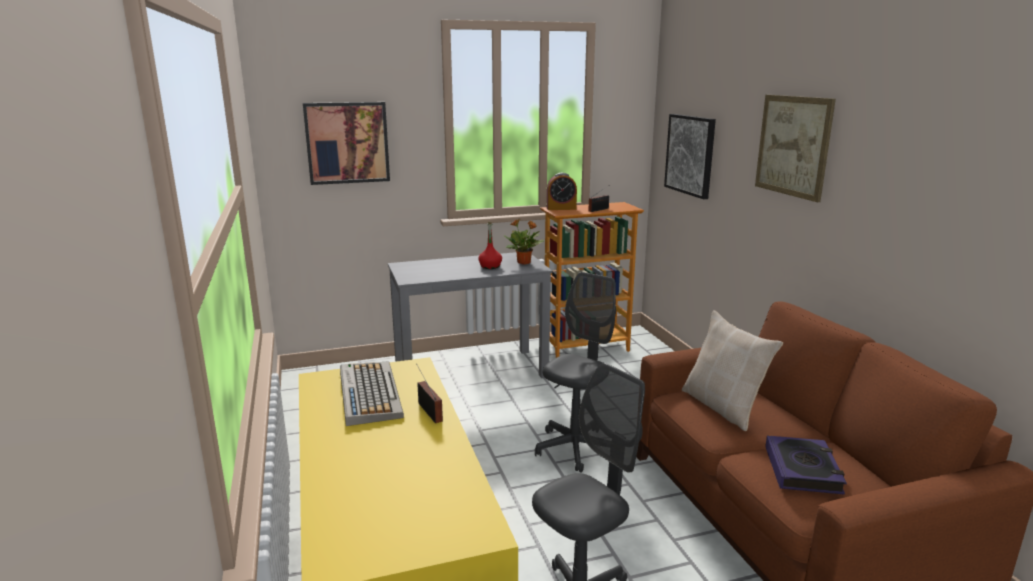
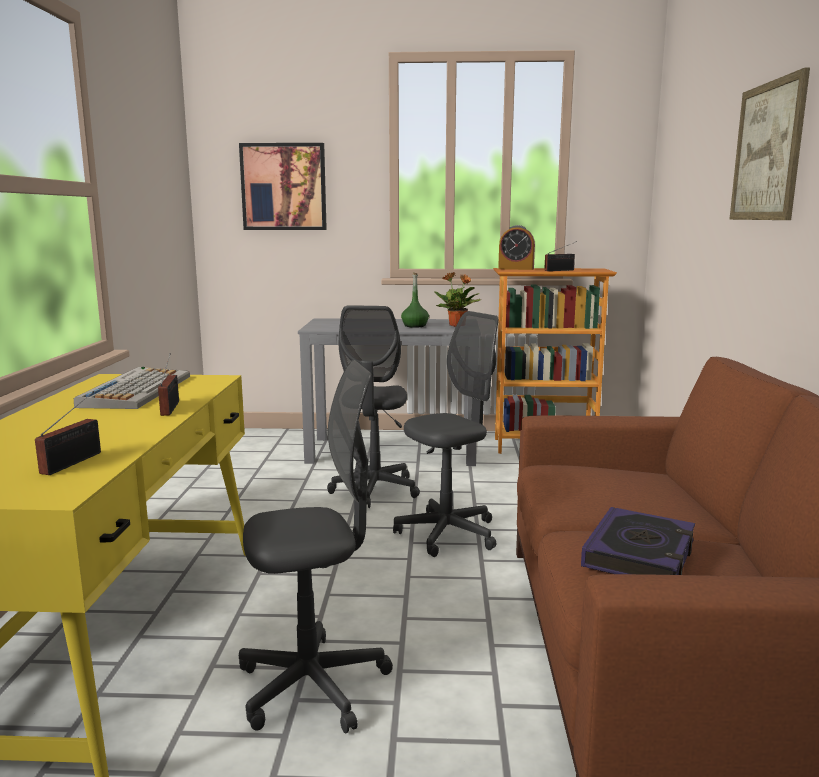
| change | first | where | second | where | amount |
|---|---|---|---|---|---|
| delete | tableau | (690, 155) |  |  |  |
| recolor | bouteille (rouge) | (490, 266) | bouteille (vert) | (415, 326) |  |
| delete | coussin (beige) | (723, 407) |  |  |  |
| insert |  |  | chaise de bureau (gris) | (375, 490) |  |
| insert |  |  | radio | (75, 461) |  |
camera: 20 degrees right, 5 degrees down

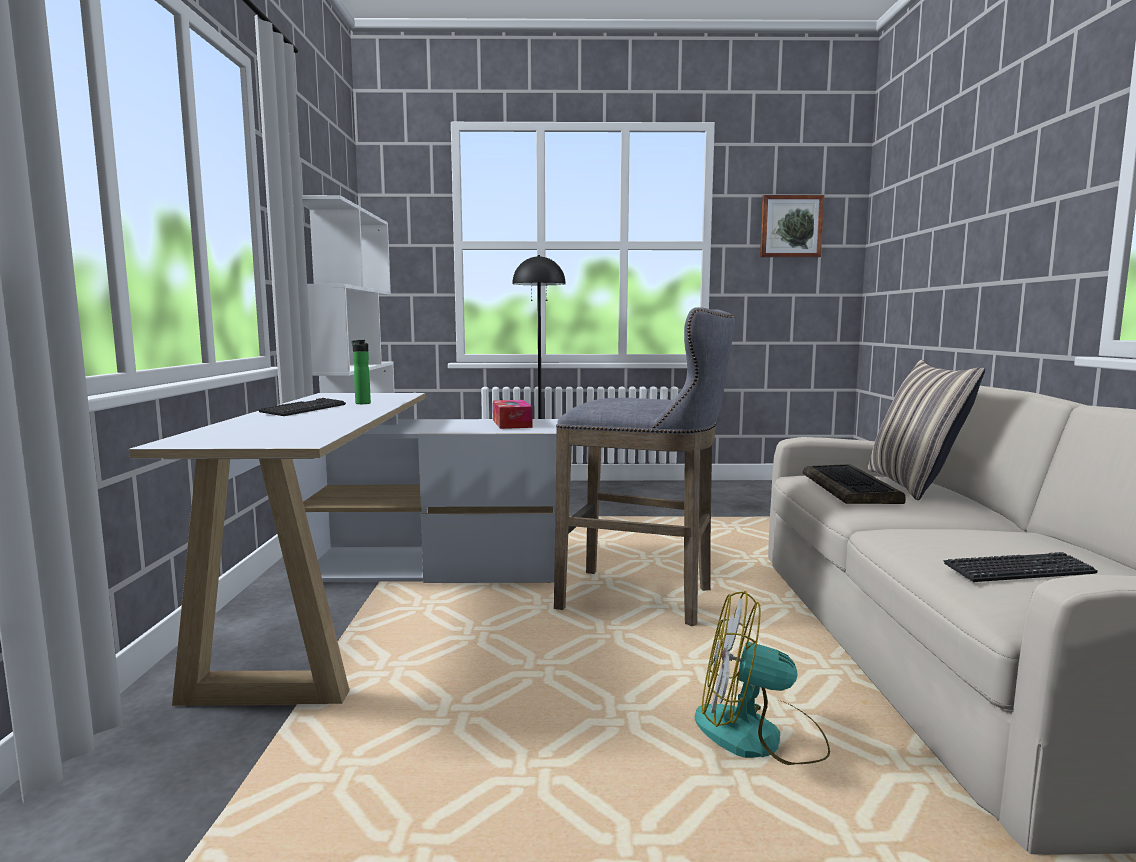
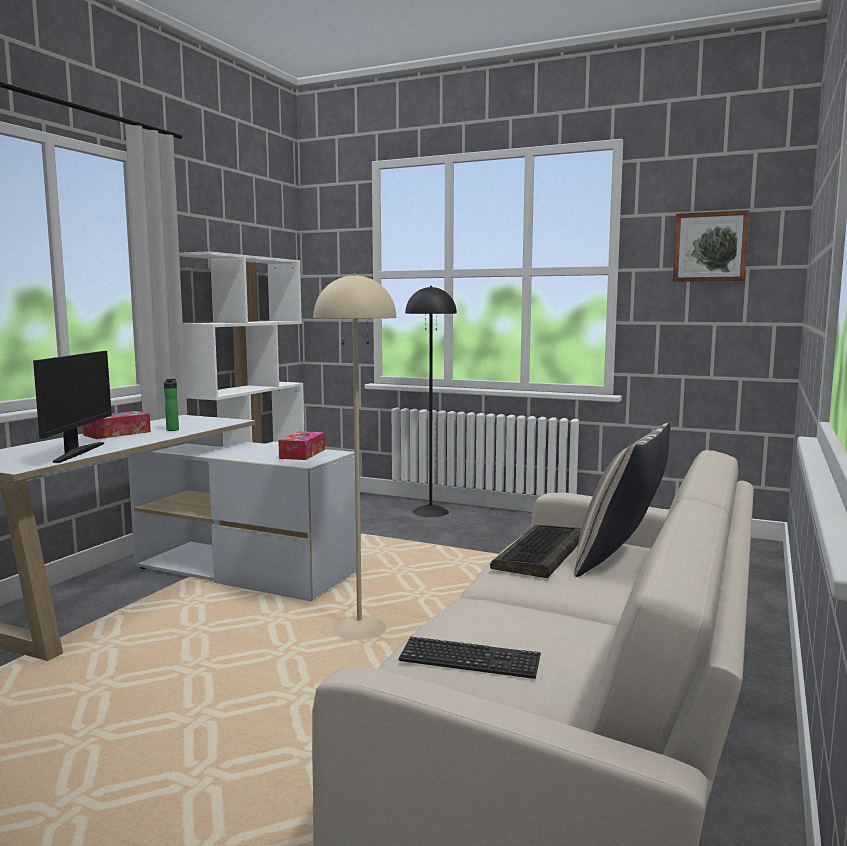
| change | first | where | second | where | amount |
|---|---|---|---|---|---|
| replace | tabouret (gris) | (644, 599) | lampadaire (beige) | (359, 629) |  |
| replace | clavier | (304, 409) | boîte à mouchoirs | (117, 433) |  |
| delete | ventilateur | (759, 737) |  |  |  |
| insert |  |  | écran d'ordinateur | (76, 452) |  |
camera: 25 degrees right, 0 degrees up

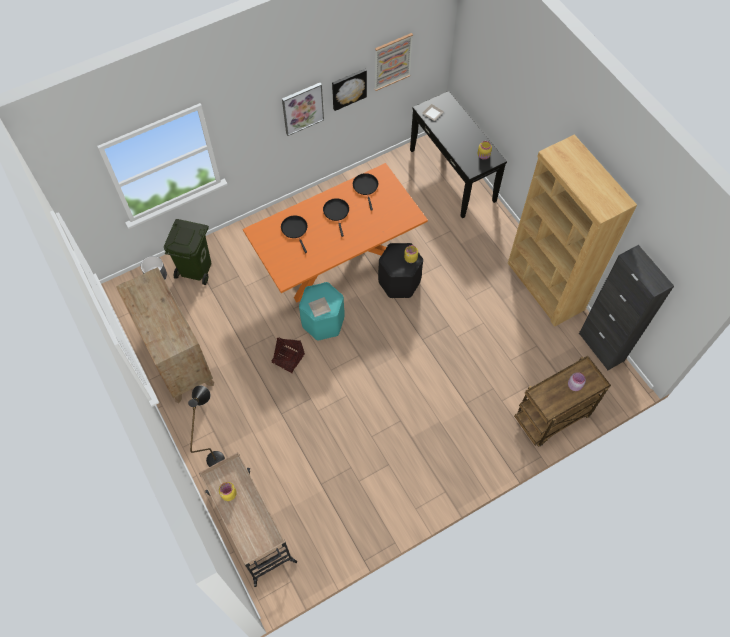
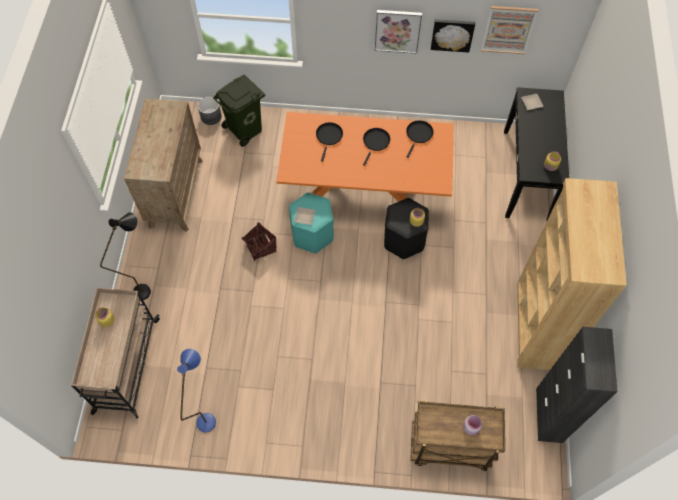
| change | first | where | second | where | amount |
|---|---|---|---|---|---|
| insert |  |  | lampadaire (bleu) | (208, 415) |  |
camera: 35 degrees right, 0 degrees up

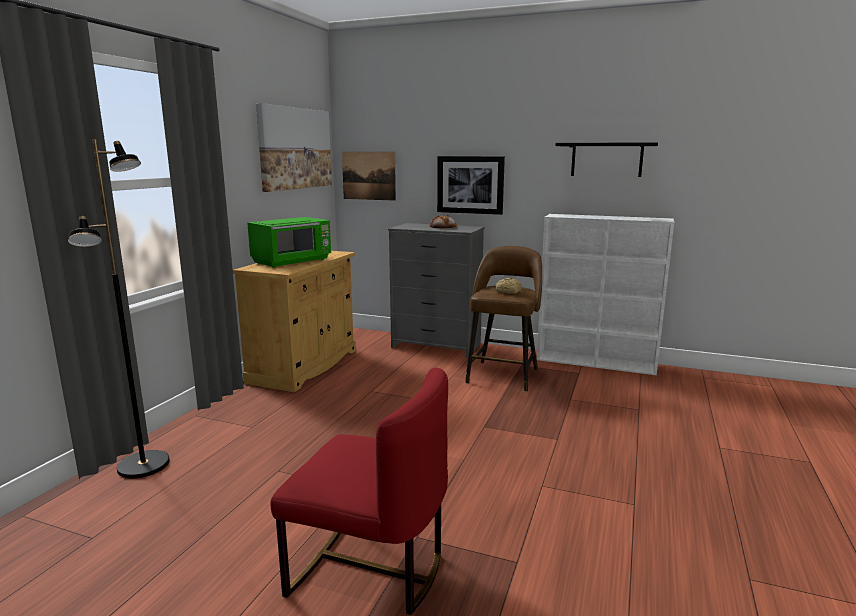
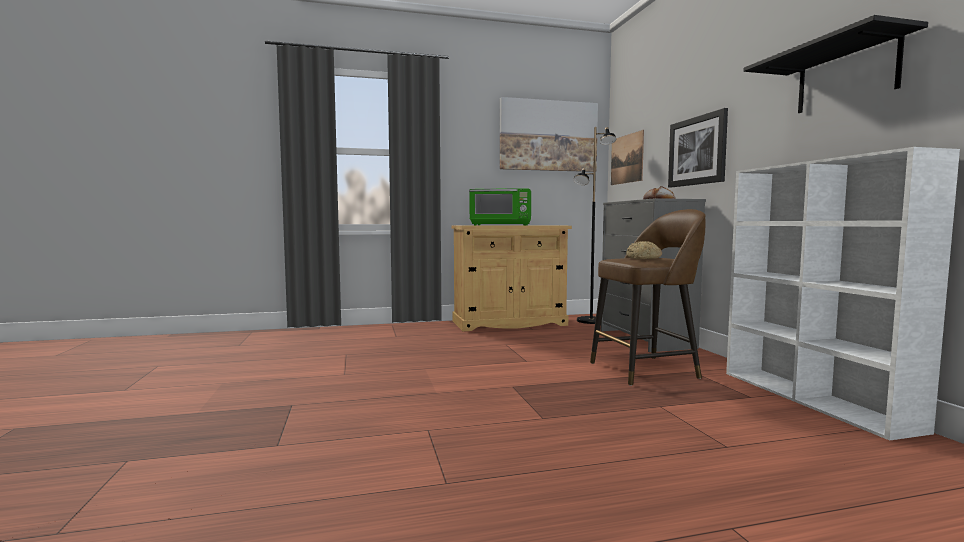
| change | first | where | second | where | amount |
|---|---|---|---|---|---|
| move | lampadaire (noir) | (144, 465) |  | (591, 321) |  |
| delete | chaise (rouge) | (370, 569) |  |  |  |
camera: 55 degrees right, 10 degrees down

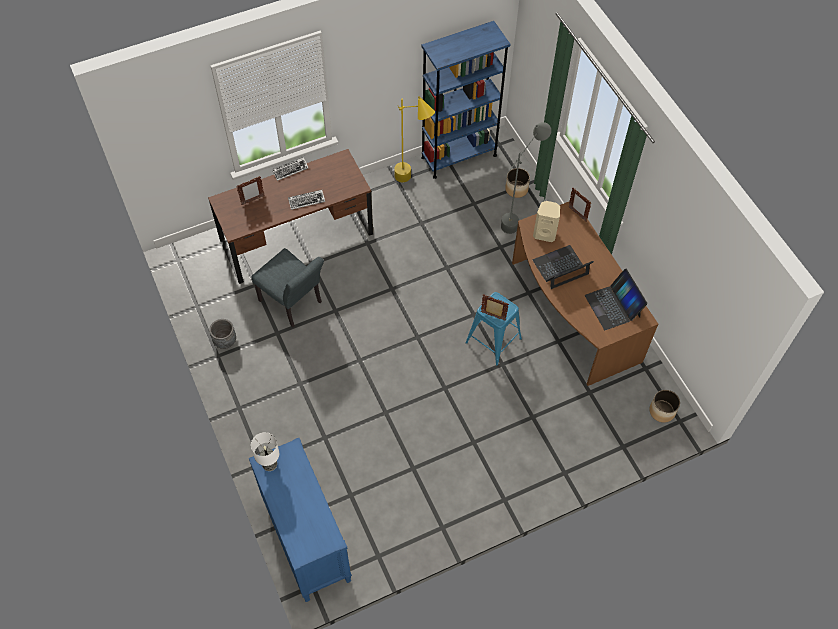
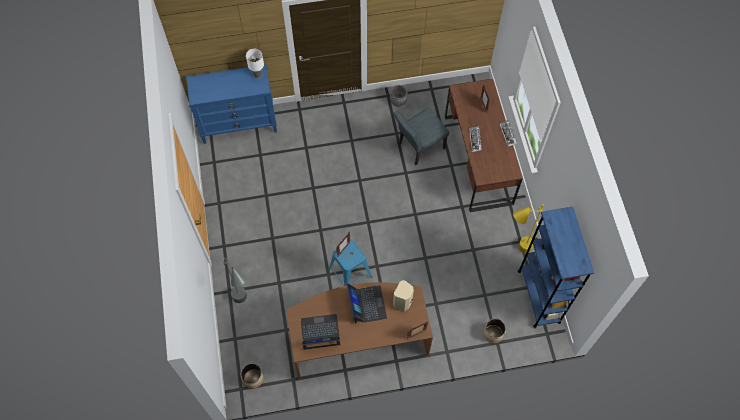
| change | first | where | second | where | amount |
|---|---|---|---|---|---|
| move | lampadaire (gris) | (518, 218) |  | (245, 306) |  |
camera: 105 degrees right, 5 degrees up

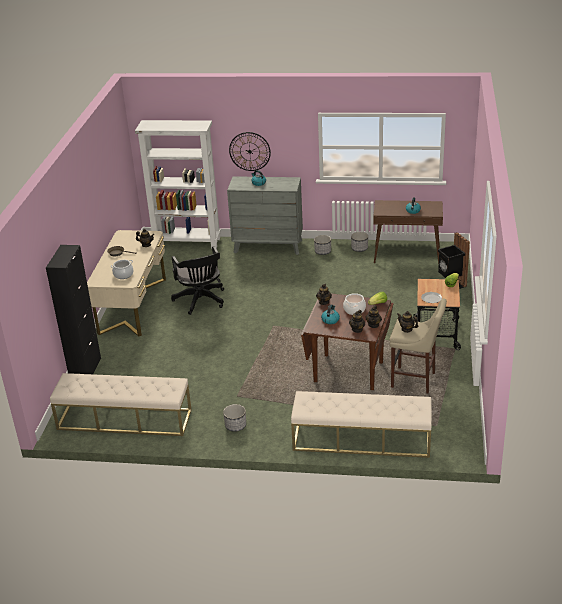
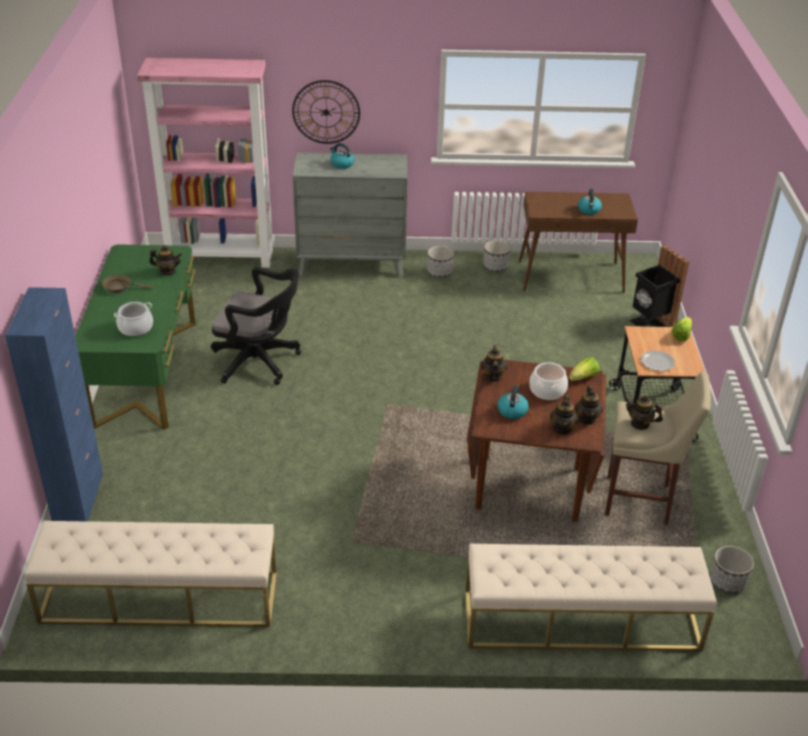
| change | first | where | second | where | amount |
|---|---|---|---|---|---|
| recolor | bibliothèque (blanc) | (187, 242) | bibliothèque (rose) | (221, 257) |  |
| recolor | bureau (beige) | (133, 306) | bureau (vert) | (146, 372) |  |
| recolor | meuble de rangement (noir) | (86, 370) | meuble de rangement (bleu) | (79, 499) |  |
| rotate | chaise de bureau (noir) | (201, 301) |  | (260, 362) | 45 degrees counterclockwise |
| move | cache-pot | (235, 426) |  | (727, 581) |  |
camera: 10 degrees left, 5 degrees up

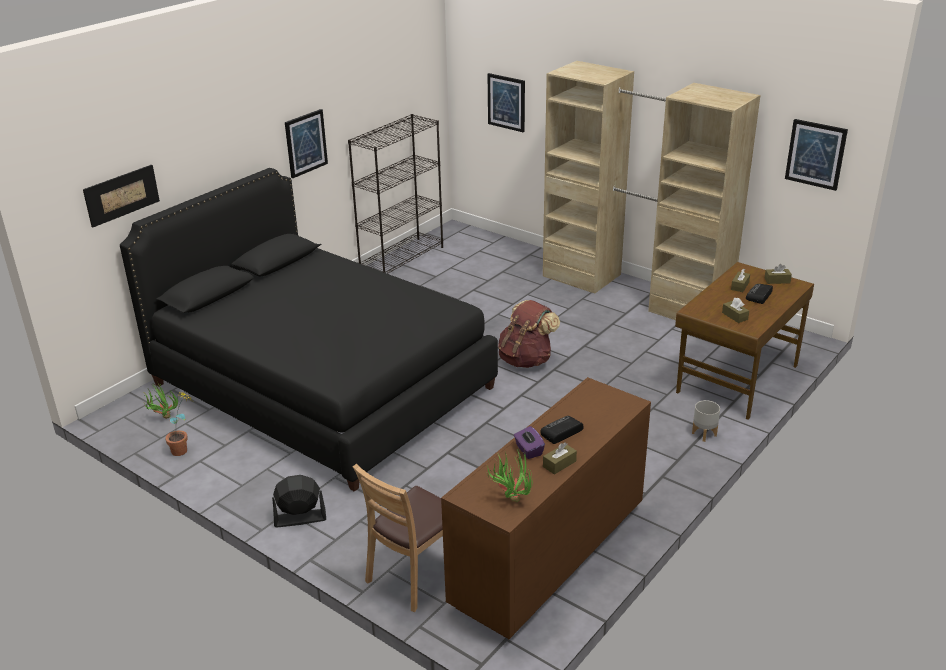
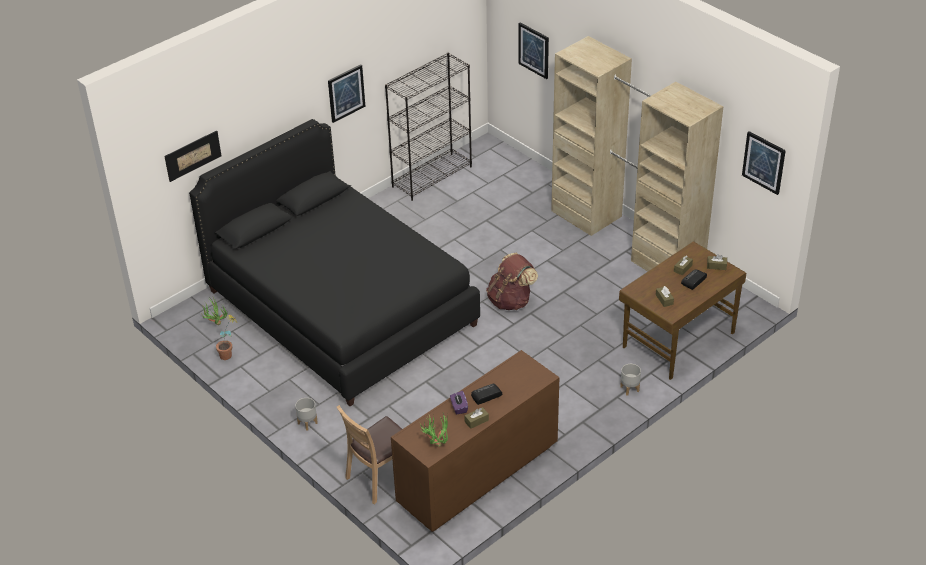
| change | first | where | second | where | amount |
|---|---|---|---|---|---|
| replace | ventilateur (noir) | (299, 518) | cache-pot (gris) | (307, 423) |  |
camera: 10 degrees right, 10 degrees up

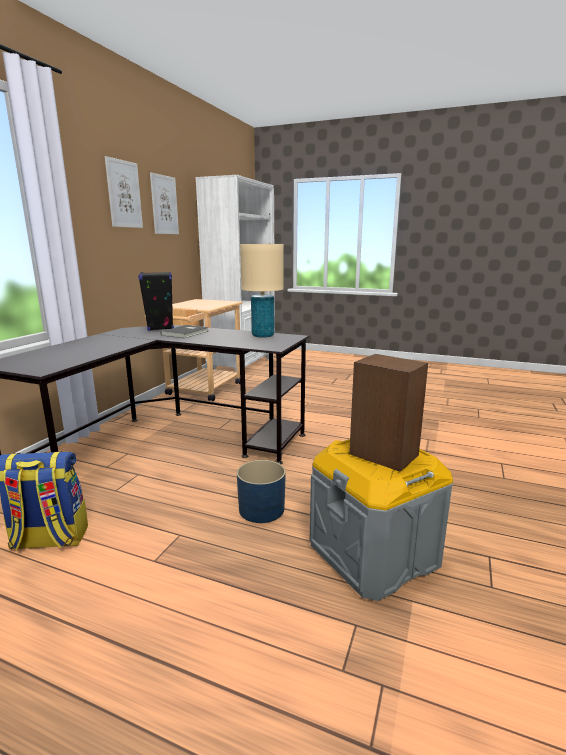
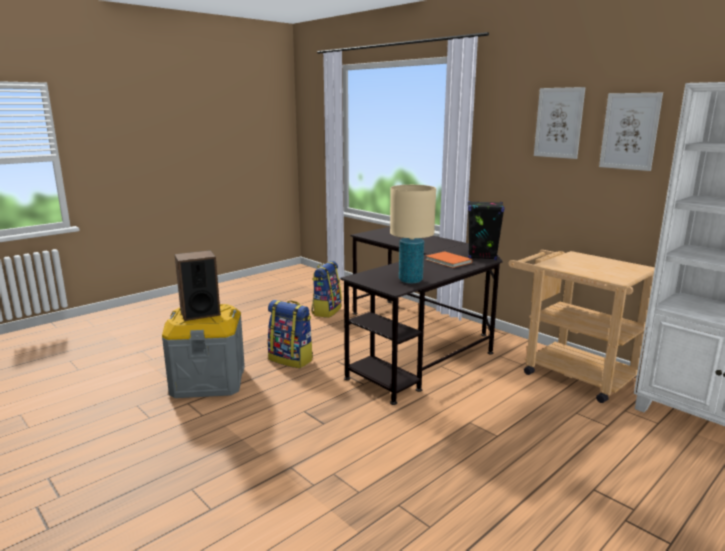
| change | first | where | second | where | amount |
|---|---|---|---|---|---|
| recolor | livre (gris) | (186, 333) | livre (orange) | (448, 261) |  |
| replace | cache-pot (bleu) | (261, 509) | sac à dos | (291, 359) |  |
camera: 115 degrees right, 0 degrees up

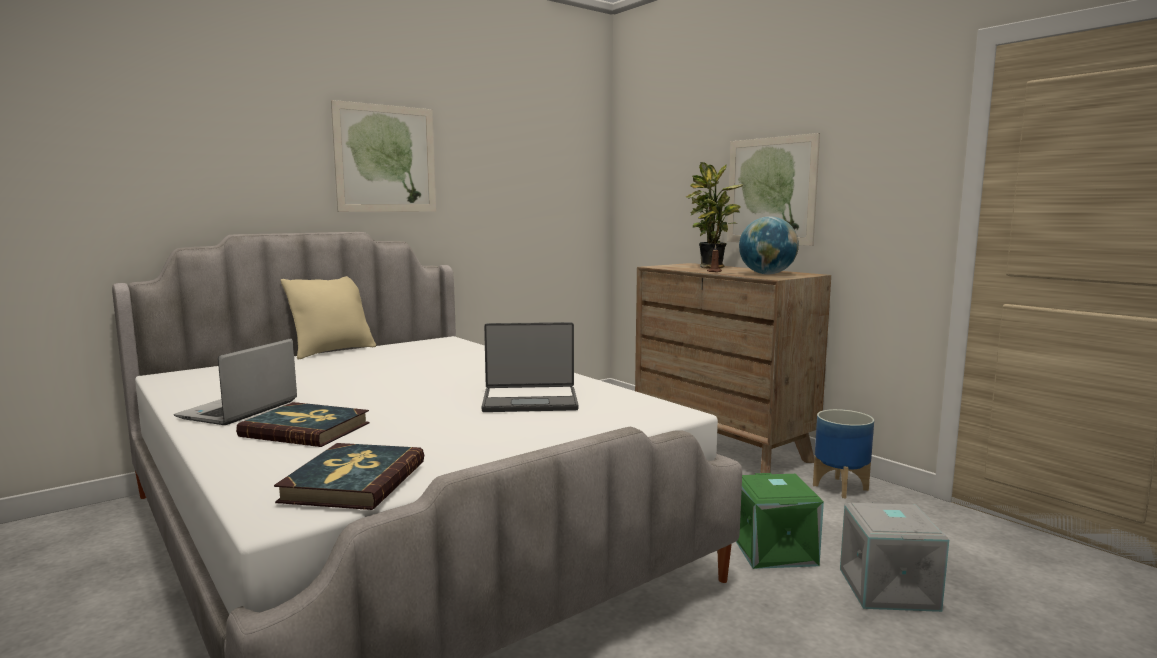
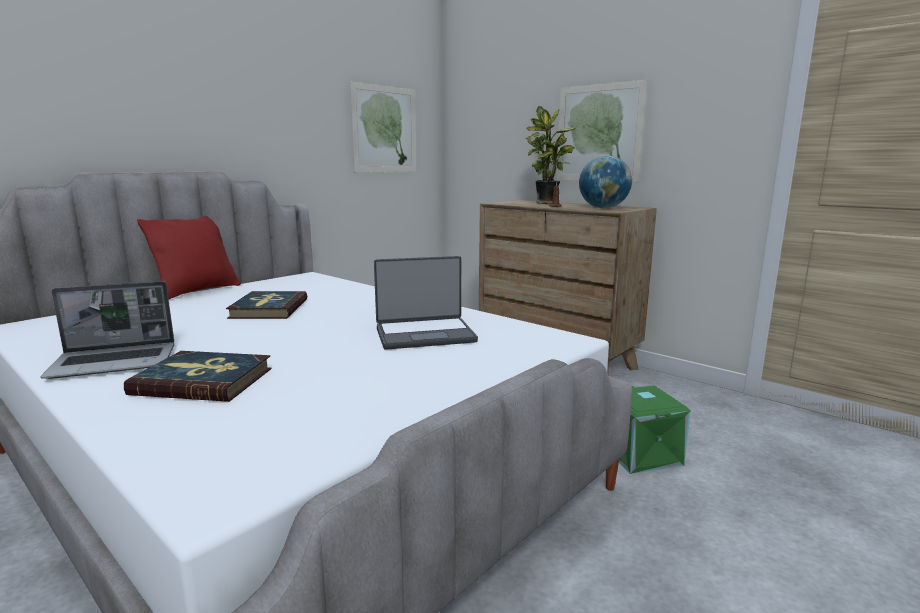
| change | first | where | second | where | amount |
|---|---|---|---|---|---|
| move | tableau | (386, 159) |  | (384, 129) |  |
| recolor | coussin (beige) | (333, 351) | coussin (rouge) | (197, 291) |  |
| rotate | ordinateur portable | (238, 410) |  | (116, 362) | 120 degrees counterclockwise |
| delete | cache-pot | (840, 487) |  |  |  |
| move | livre | (353, 481) |  | (268, 309) |  |
| delete | boîte de rangement (gris) | (886, 588) |  |  |  |
camera: 10 degrees left, 5 degrees up

